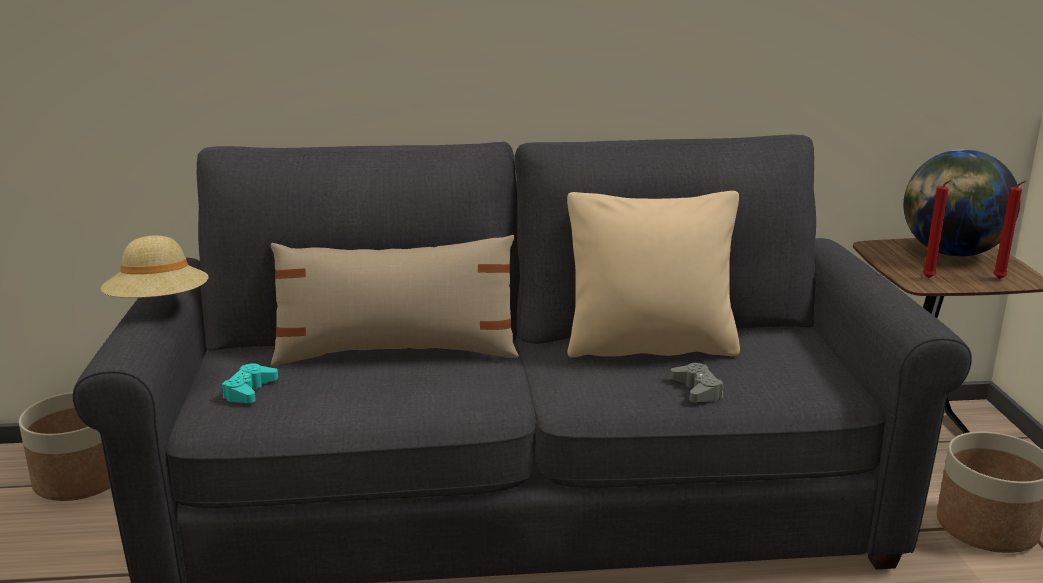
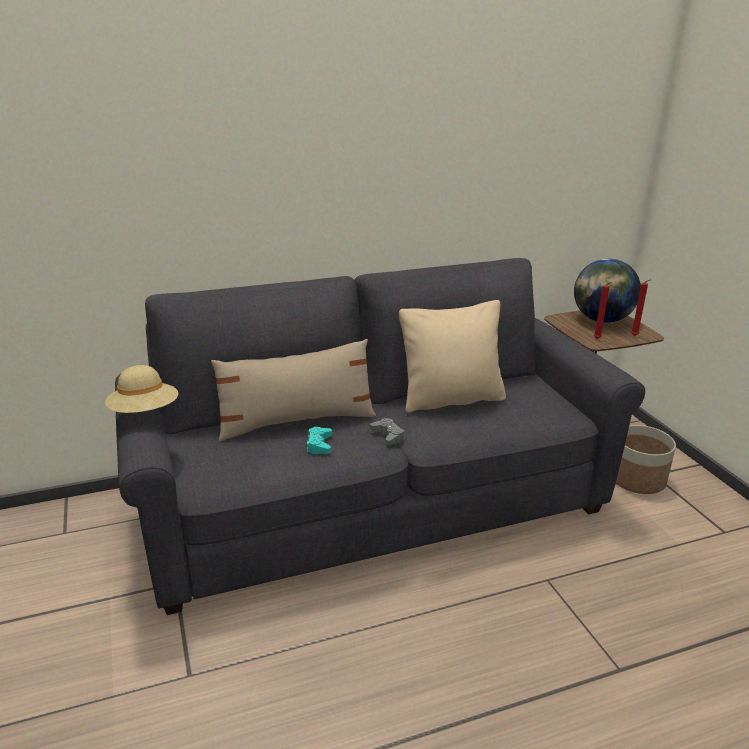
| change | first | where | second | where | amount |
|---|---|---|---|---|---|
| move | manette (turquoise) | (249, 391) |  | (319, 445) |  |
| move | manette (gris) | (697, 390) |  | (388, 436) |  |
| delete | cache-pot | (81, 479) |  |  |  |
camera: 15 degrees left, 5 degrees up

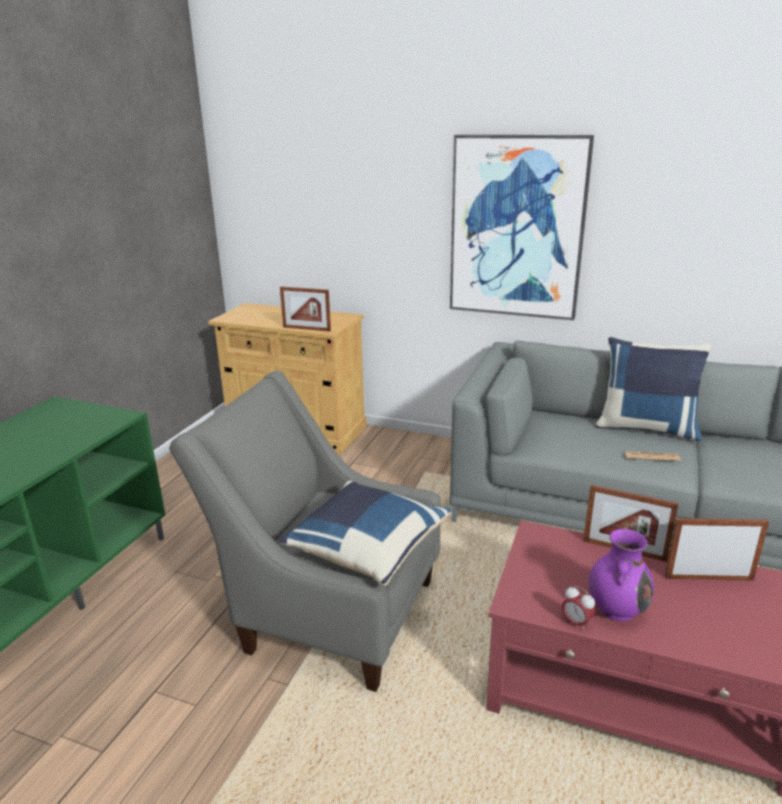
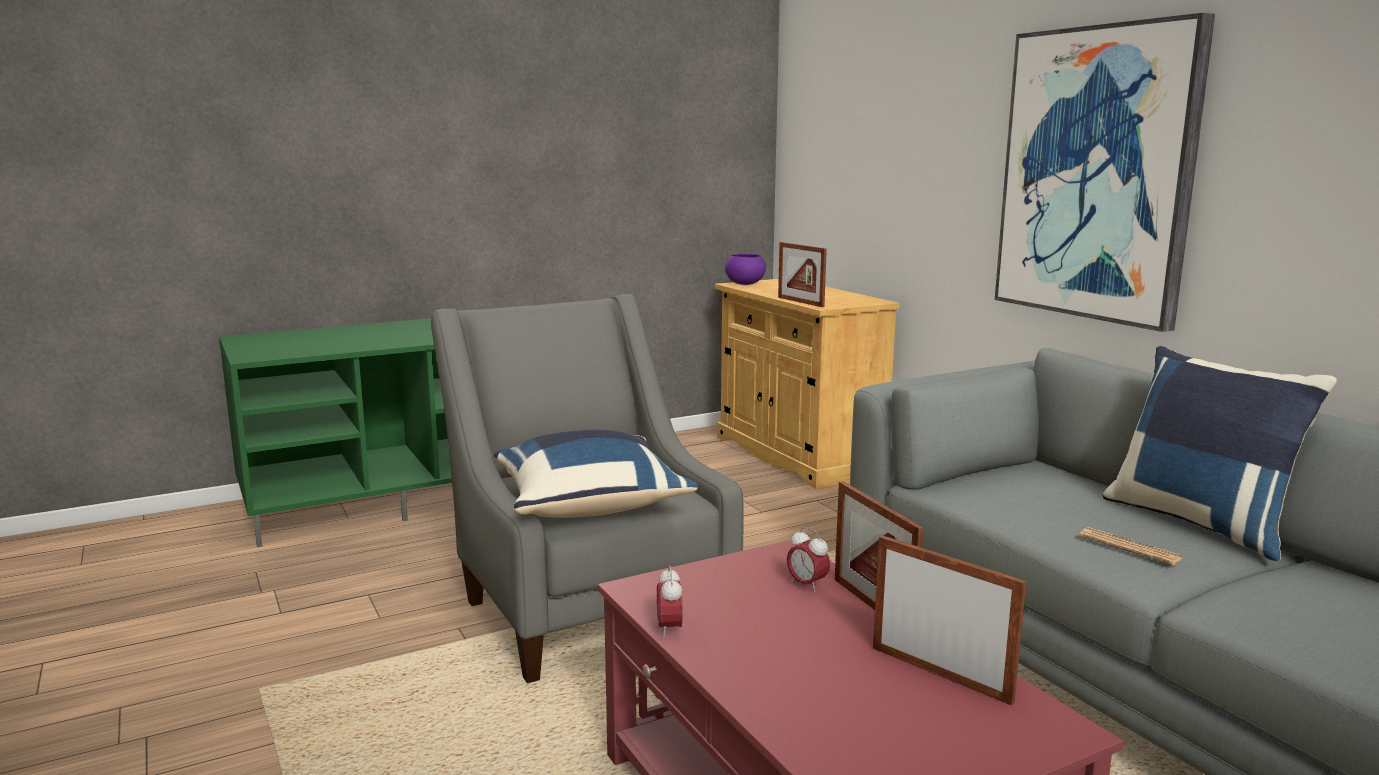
| change | first | where | second | where | amount |
|---|---|---|---|---|---|
| delete | vase (violet) | (617, 608) |  |  |  |
| insert |  |  | bol (violet) | (744, 284) |  |
| insert |  |  | réveil | (807, 585) |  |
camera: 40 degrees right, 10 degrees down

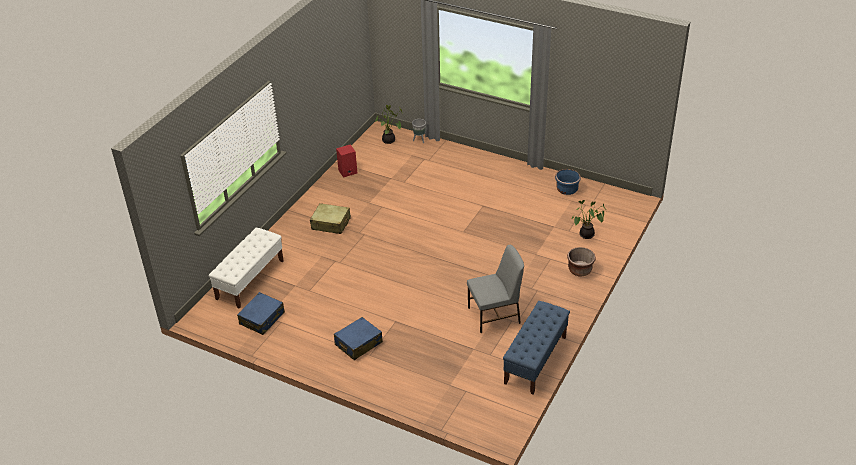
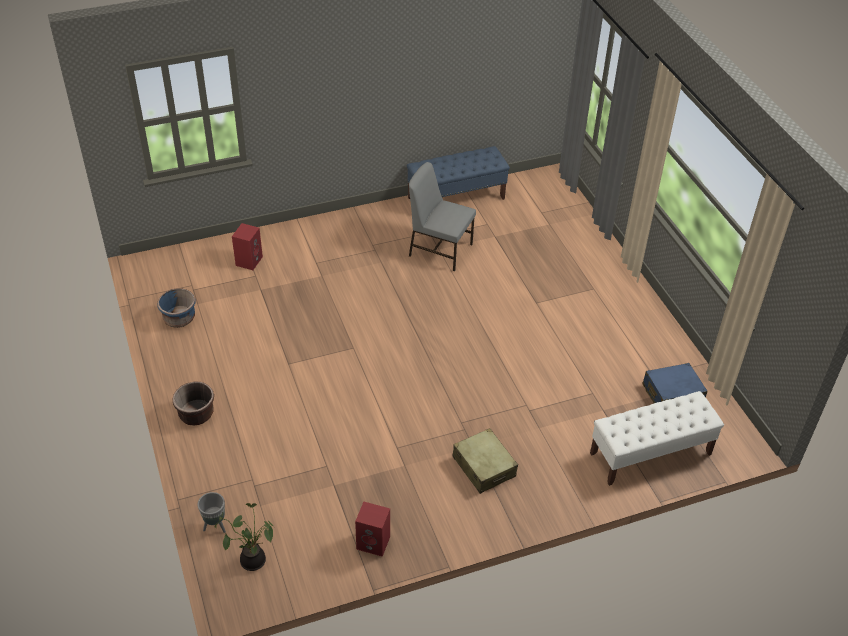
| change | first | where | second | where | amount |
|---|---|---|---|---|---|
| replace | plante en pot | (586, 235) | enceinte (rouge) | (249, 260) |  |
| move | cache-pot (marron) | (580, 270) |  | (196, 414) |  |
| delete | valise (bleu) | (358, 344) |  |  |  |
camera: 140 degrees left, 5 degrees up

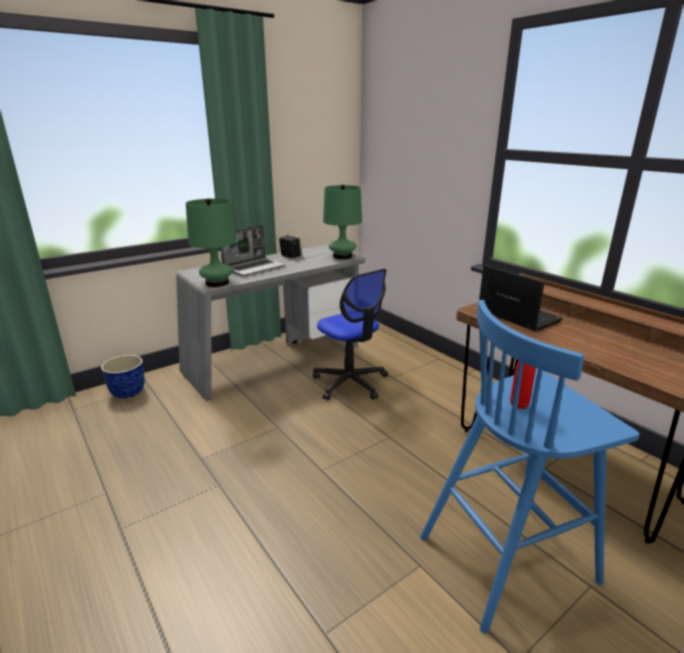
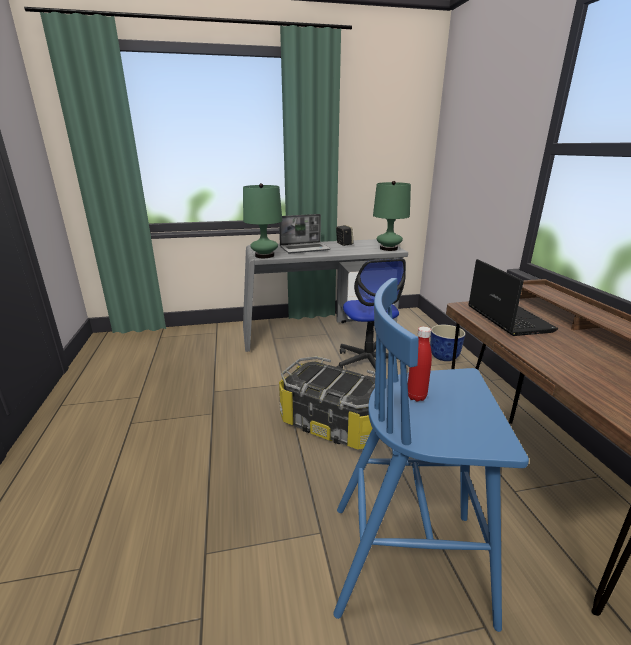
| change | first | where | second | where | amount |
|---|---|---|---|---|---|
| move | cache-pot | (128, 392) |  | (444, 357) |  |
| insert |  |  | boîte de rangement | (334, 423) |  |
camera: 25 degrees right, 0 degrees up

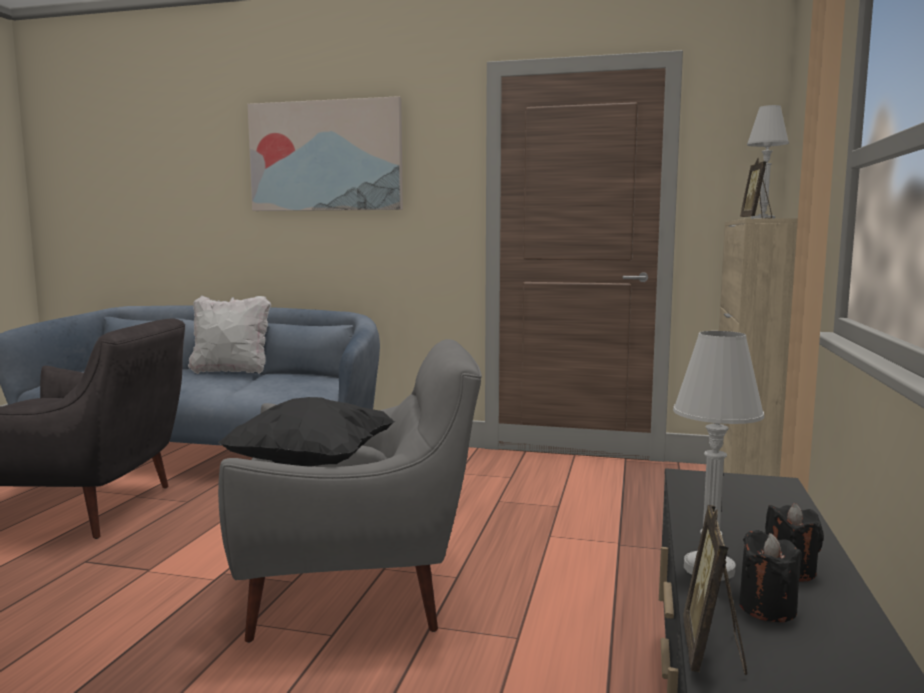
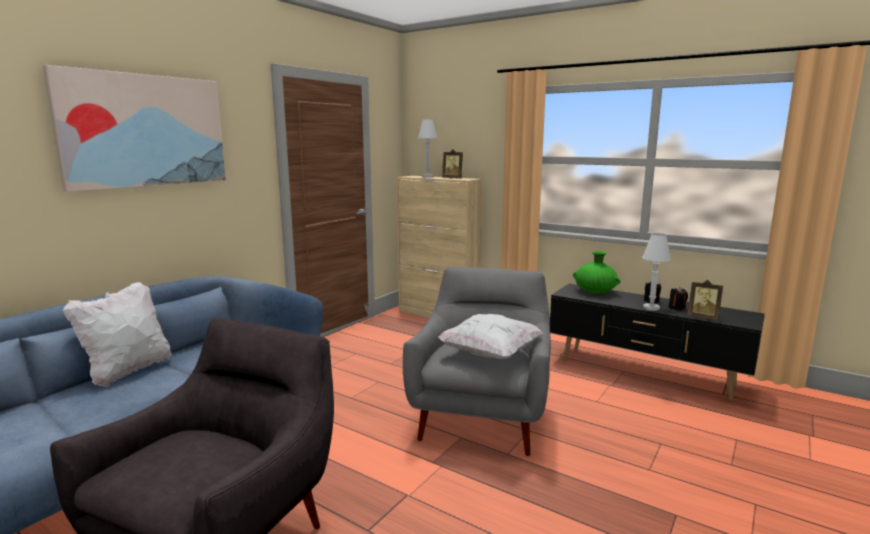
| change | first | where | second | where | amount |
|---|---|---|---|---|---|
| recolor | coussin (noir) | (312, 464) | coussin (blanc) | (490, 354) |  |
| insert |  |  | vase (vert) | (595, 291) |  |
camera: 70 degrees left, 5 degrees up

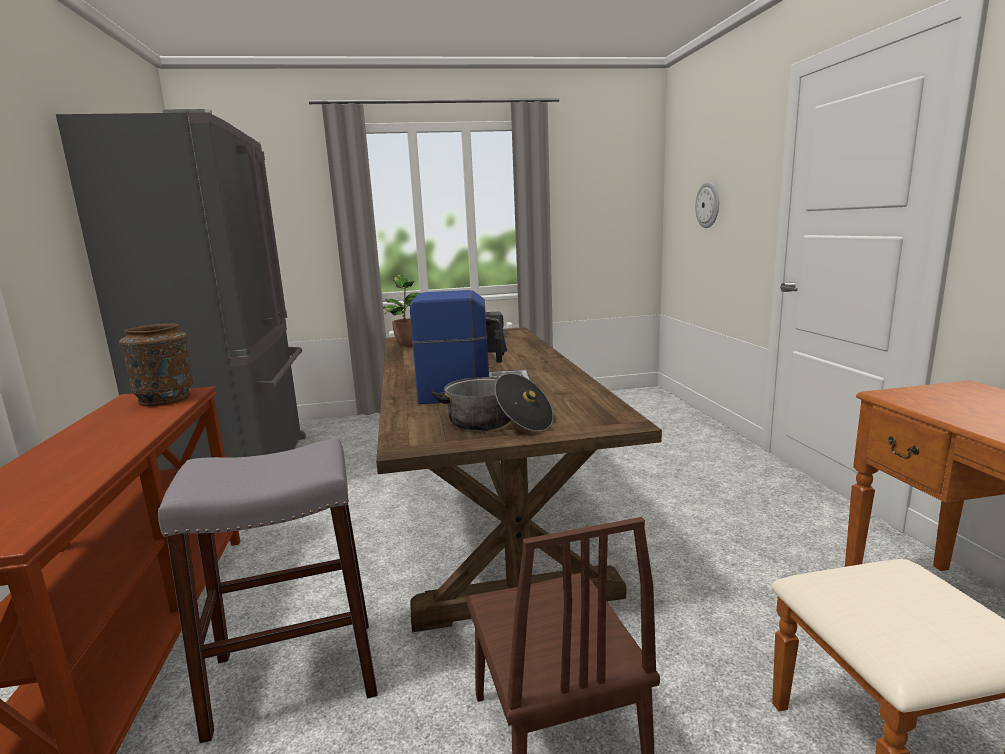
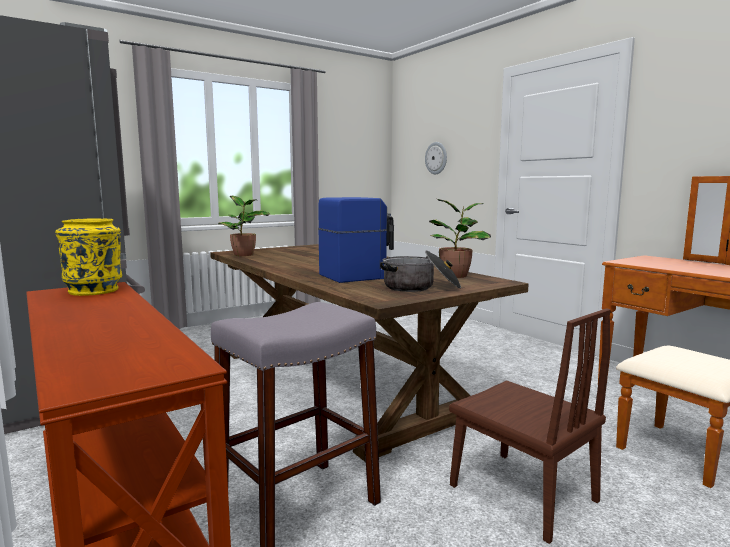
| change | first | where | second | where | amount |
|---|---|---|---|---|---|
| recolor | vase (marron) | (166, 398) | vase (jaune) | (94, 290) |  |
| insert |  |  | plante en pot | (456, 275) |  |
camera: 25 degrees left, 5 degrees down

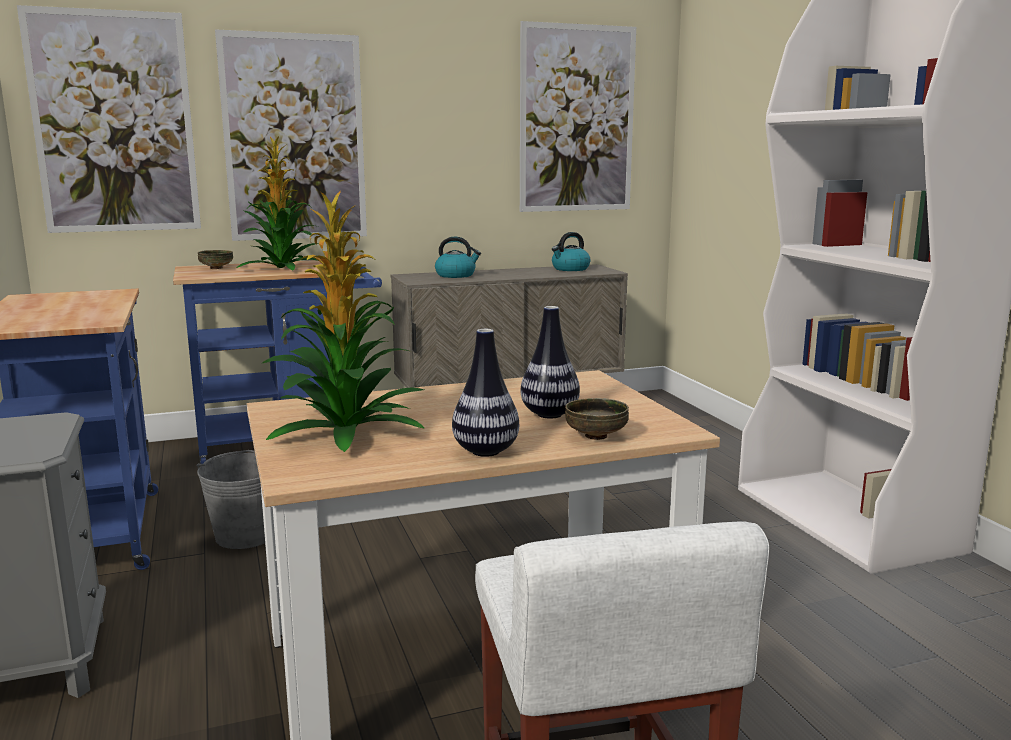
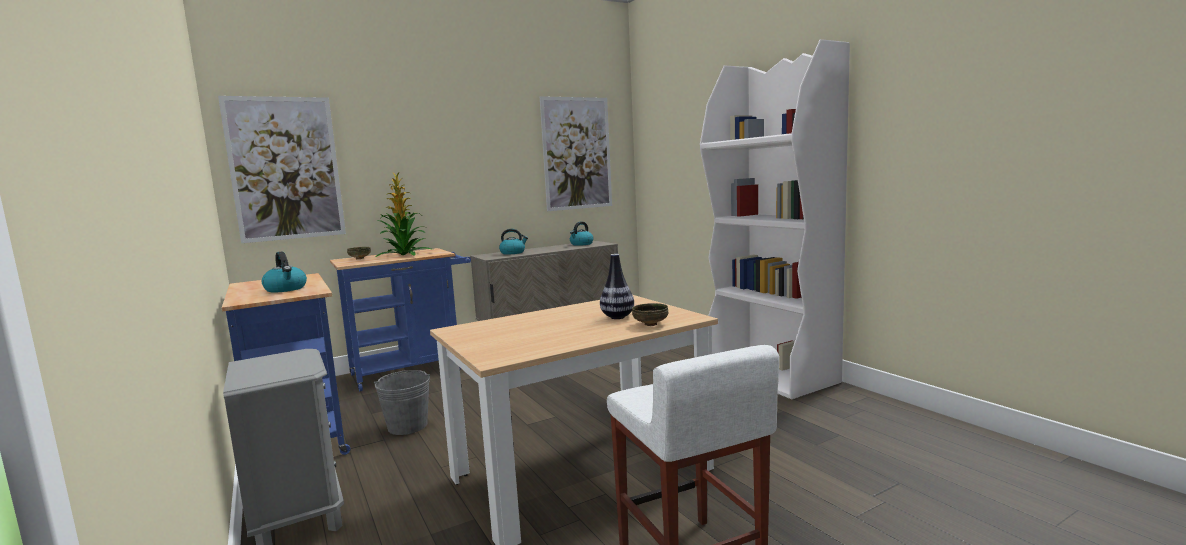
| change | first | where | second | where | amount |
|---|---|---|---|---|---|
| delete | tableau | (294, 138) |  |  |  |
| delete | plante en pot | (346, 432) |  |  |  |
| delete | vase | (485, 451) |  |  |  |
| insert |  |  | bouilloire | (286, 289) |  |
camera: 10 degrees left, 5 degrees down

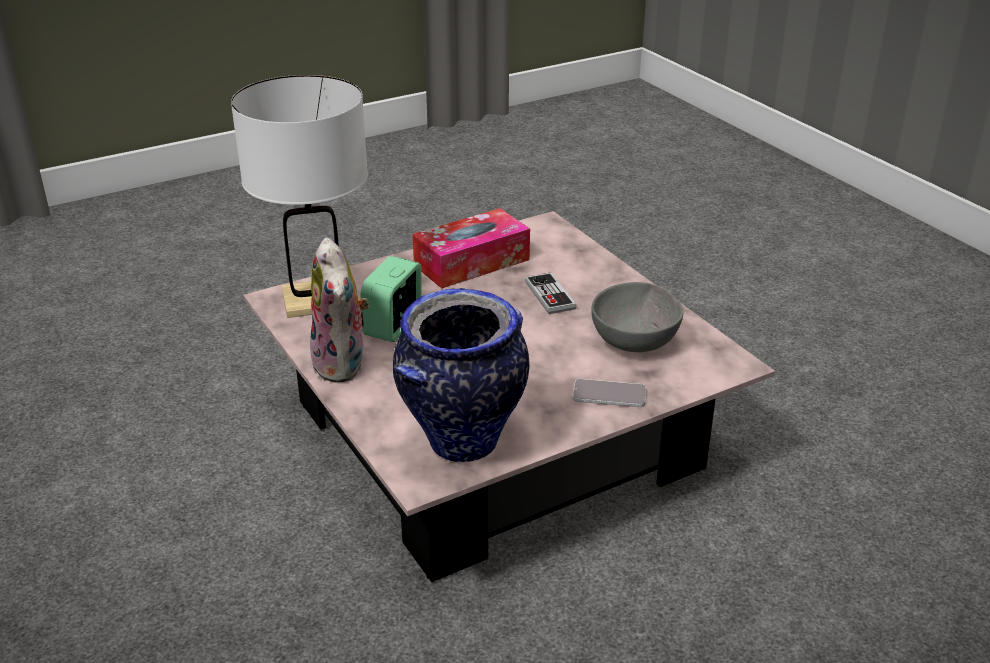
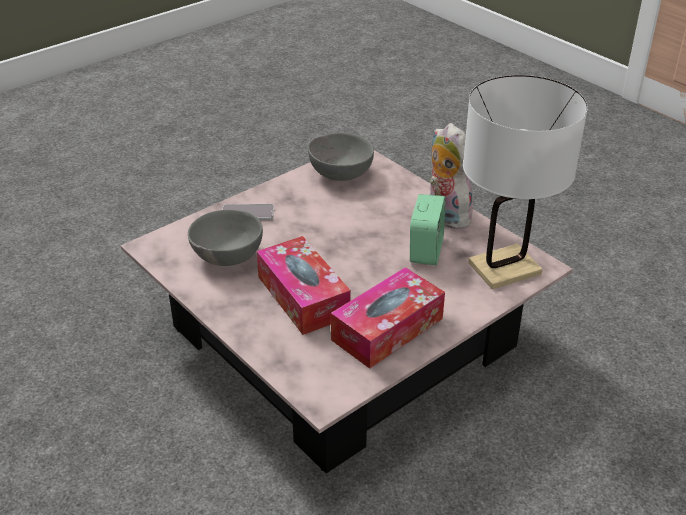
| change | first | where | second | where | amount |
|---|---|---|---|---|---|
| replace | manette | (550, 295) | boîte à mouchoirs | (303, 296) |  |
| replace | vase | (462, 444) | bol (gris) | (339, 173) |  |
camera: 170 degrees right, 5 degrees up

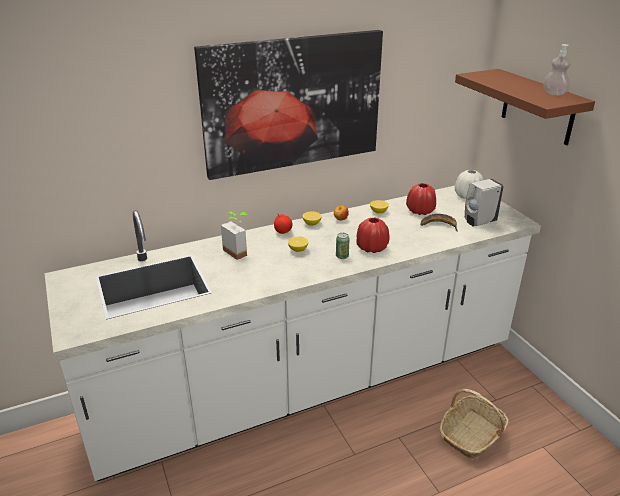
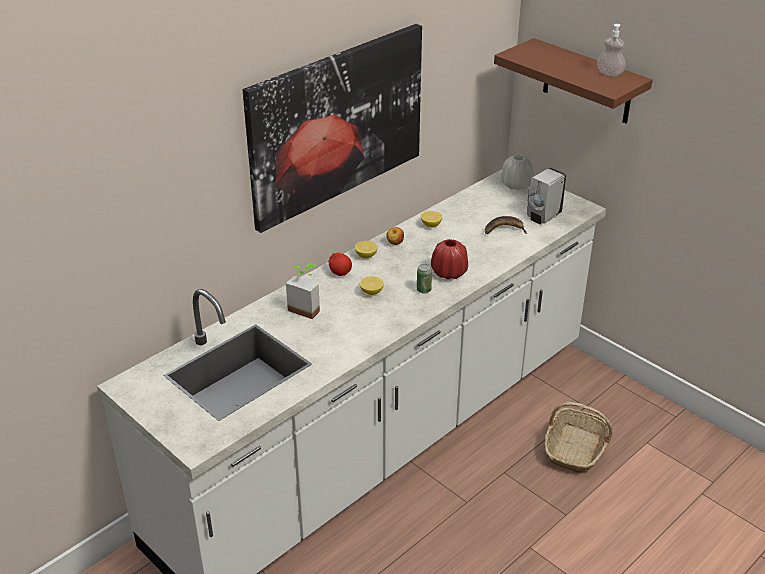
| change | first | where | second | where | amount |
|---|---|---|---|---|---|
| delete | vase (rouge) | (420, 211) |  |  |  |
camera: 20 degrees left, 5 degrees up

